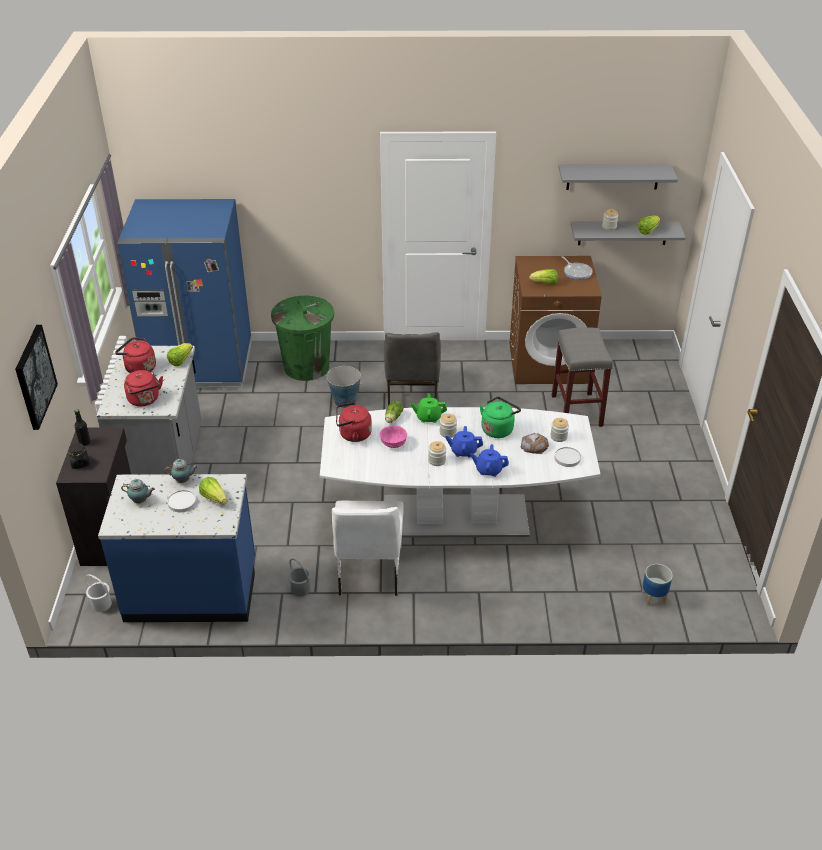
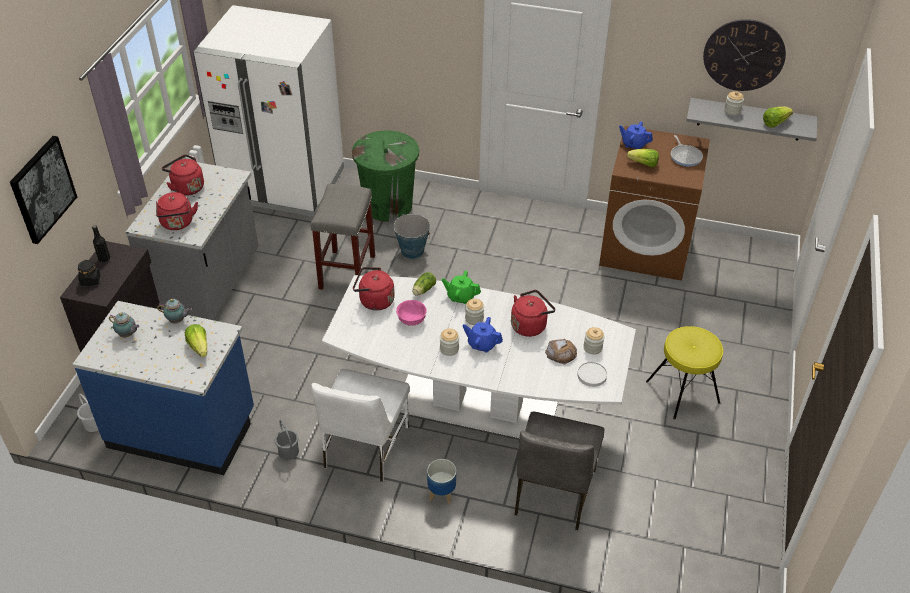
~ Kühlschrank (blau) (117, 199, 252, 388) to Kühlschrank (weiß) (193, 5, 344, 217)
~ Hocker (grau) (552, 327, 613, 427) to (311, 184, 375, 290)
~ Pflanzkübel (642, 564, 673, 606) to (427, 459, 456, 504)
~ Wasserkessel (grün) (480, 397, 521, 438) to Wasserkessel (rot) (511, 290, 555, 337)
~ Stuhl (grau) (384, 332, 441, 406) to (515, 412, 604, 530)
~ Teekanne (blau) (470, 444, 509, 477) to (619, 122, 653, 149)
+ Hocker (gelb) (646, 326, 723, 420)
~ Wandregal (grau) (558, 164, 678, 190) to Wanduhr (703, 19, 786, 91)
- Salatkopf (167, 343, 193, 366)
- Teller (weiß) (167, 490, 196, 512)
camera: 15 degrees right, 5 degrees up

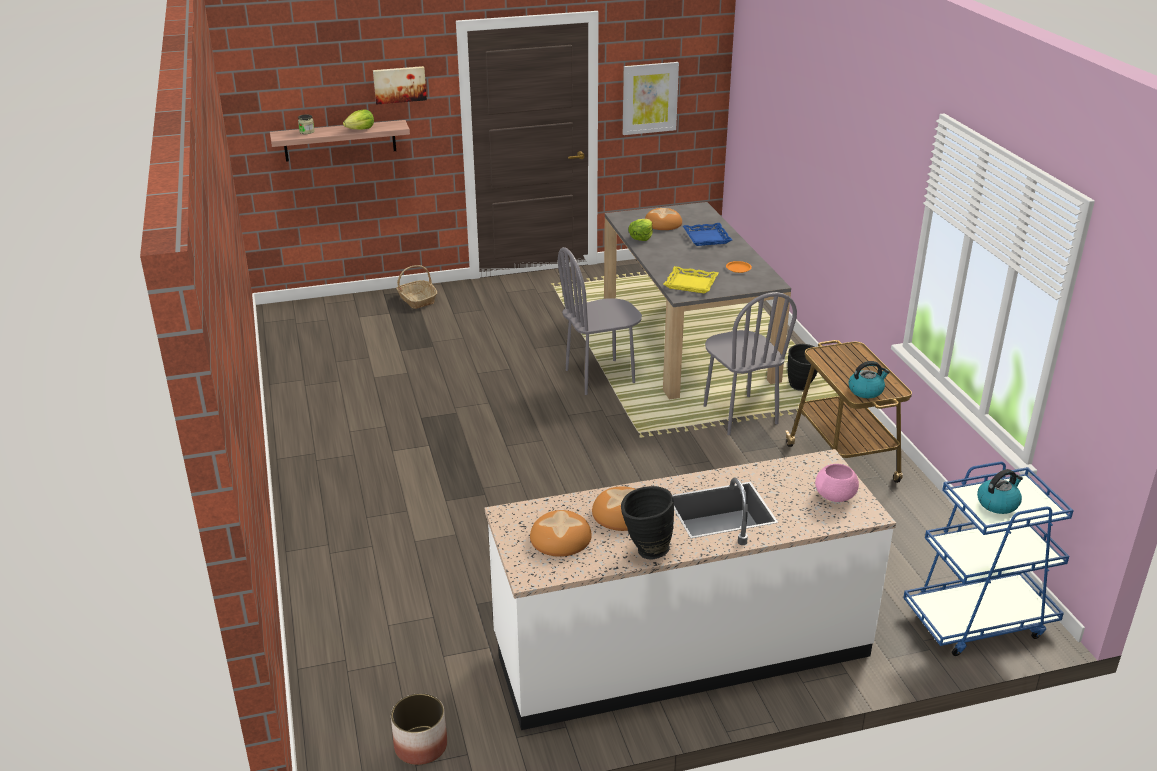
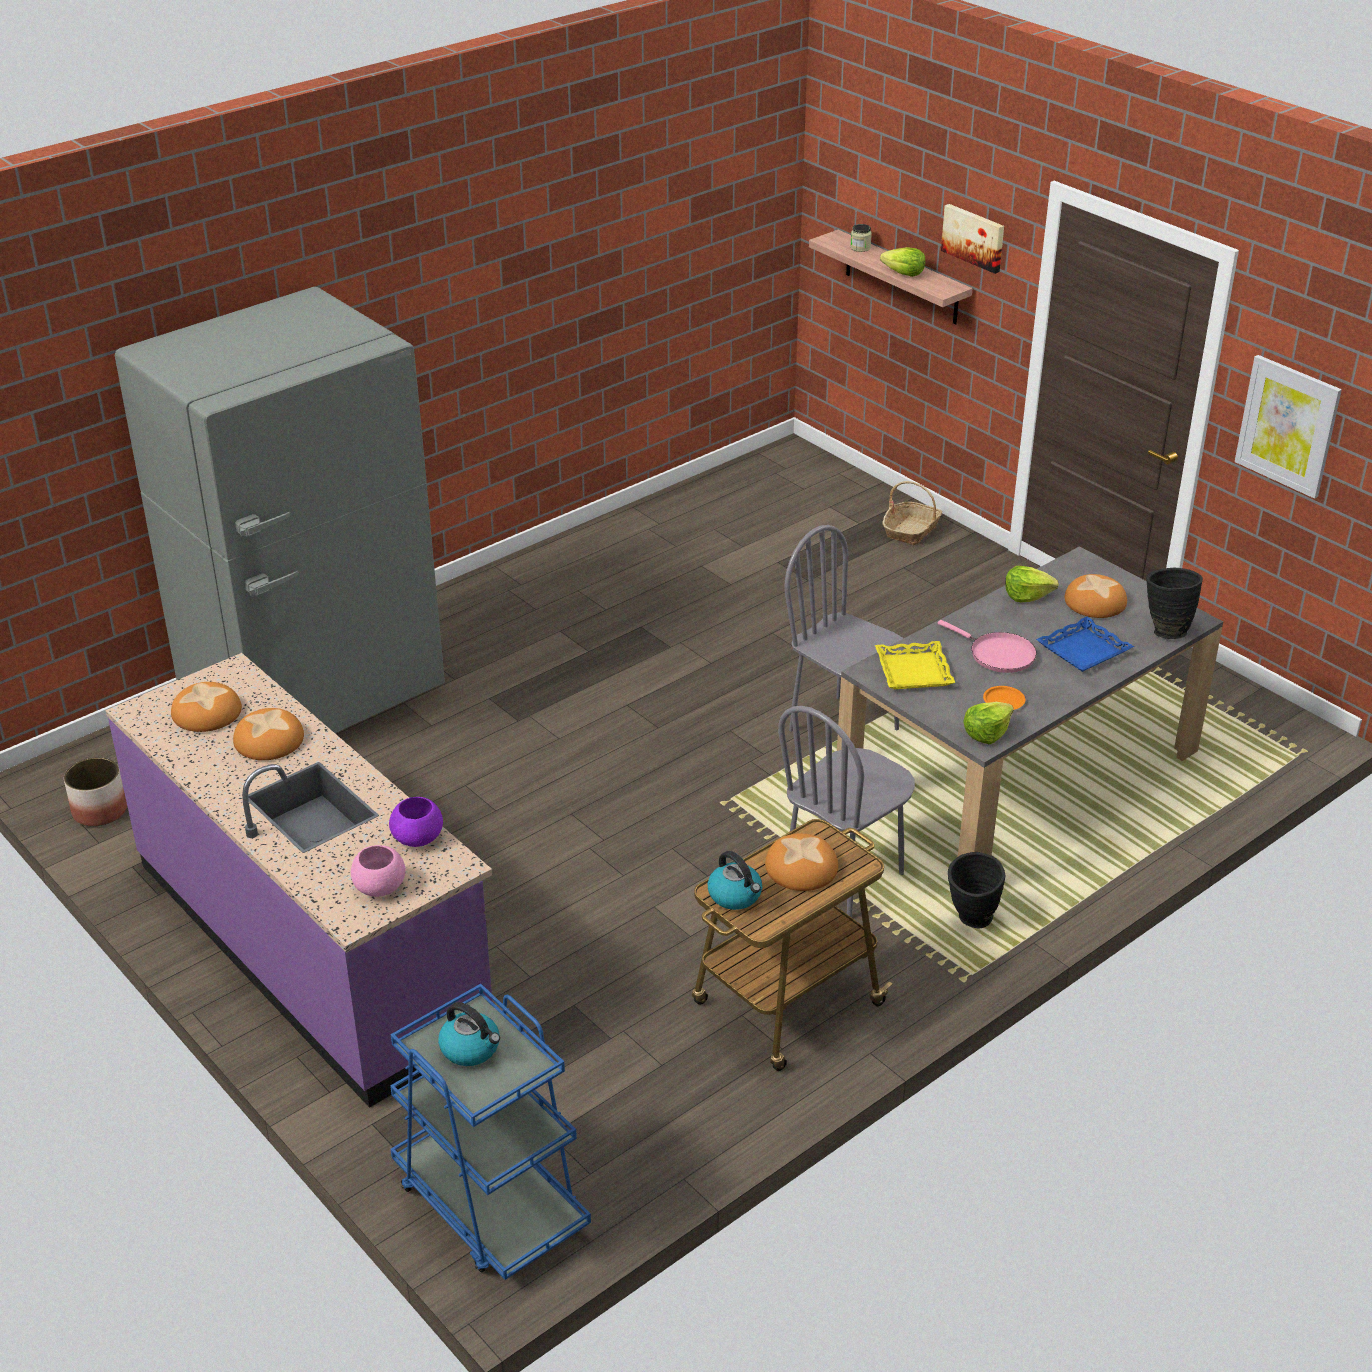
~ Küchenzeile (weiß) (485, 449, 896, 730) to Küchenzeile (lila) (106, 653, 493, 1108)
+ Kühlschrank (grau) (115, 287, 445, 733)
+ Schüssel (lila) (389, 797, 443, 847)
+ Brot (765, 833, 838, 891)
+ Pfanne (rosa) (938, 620, 1037, 673)
+ Salatkopf (963, 702, 1014, 744)
~ Vase (schwarz) (621, 486, 674, 559) to (1146, 568, 1203, 639)
camera: 65 degrees right, 5 degrees up

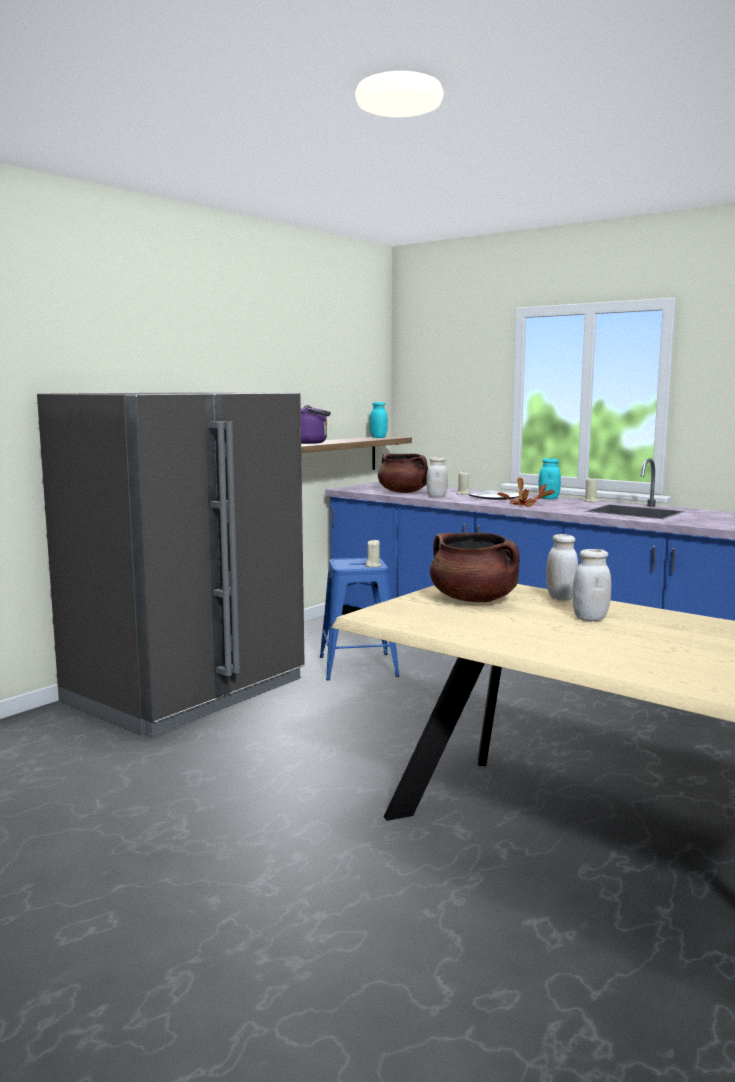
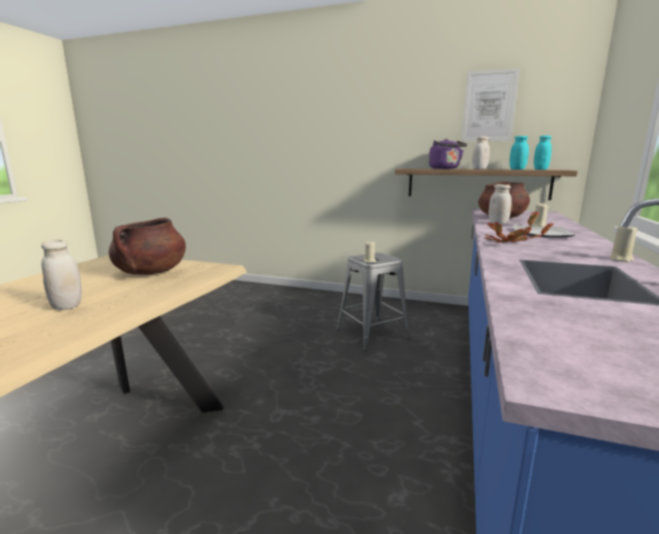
~ Hocker (blau) (320, 558, 400, 680) to Hocker (grau) (337, 252, 410, 351)
+ Bild (461, 68, 520, 142)
~ Vorratsglas (weiß) (546, 534, 578, 600) to (472, 136, 490, 169)
~ Vorratsglas (türkis) (539, 458, 561, 499) to (509, 136, 529, 170)
- Kühlschrank (grau) (37, 392, 305, 737)
camera: 70 degrees right, 5 degrees up

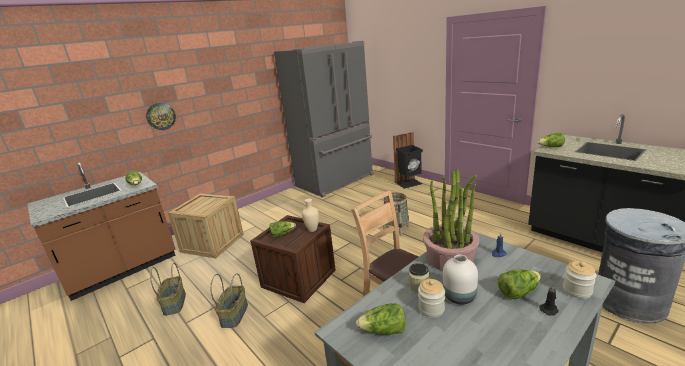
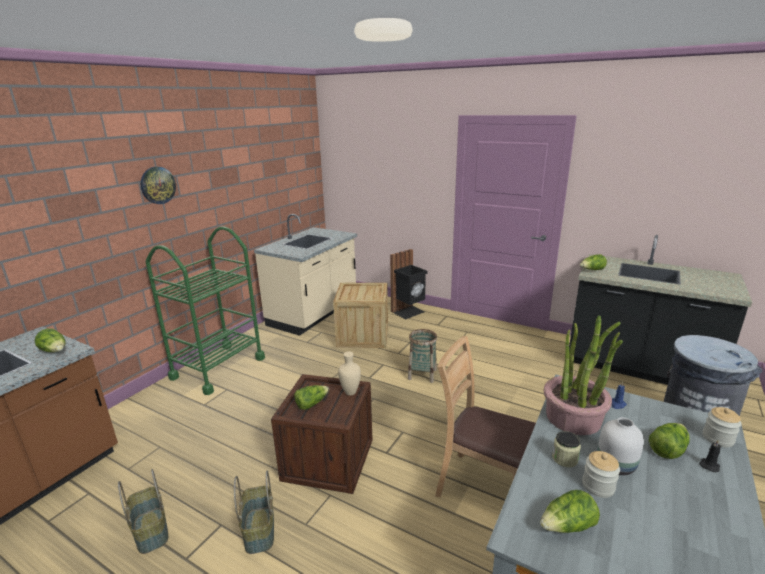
~ Wanduhr (146, 103, 176, 130) to (141, 167, 176, 204)
+ Rollwagen (grün) (146, 227, 265, 395)
~ Kühlschrank (grau) (274, 41, 374, 197) to Küchenzeile (beige) (254, 214, 357, 336)
~ Kiste (168, 193, 244, 258) to (333, 283, 388, 348)
camera: 20 degrees left, 0 degrees up

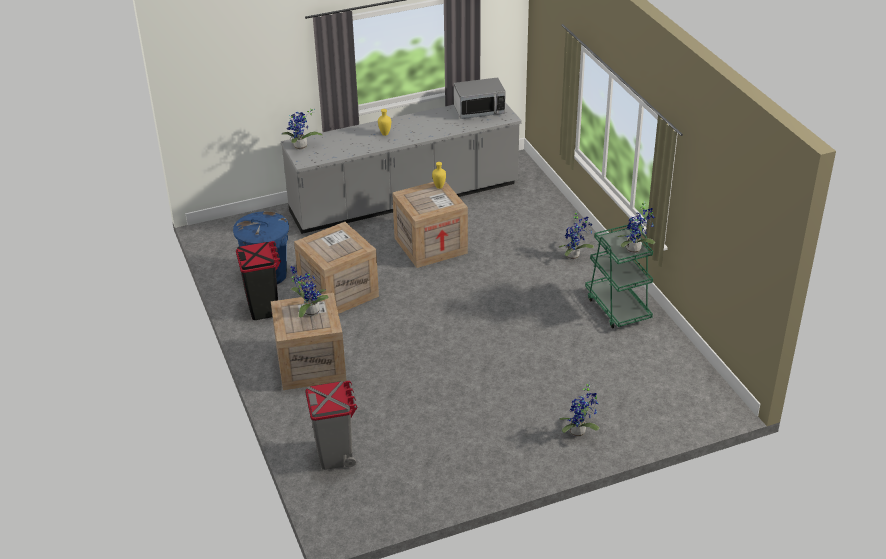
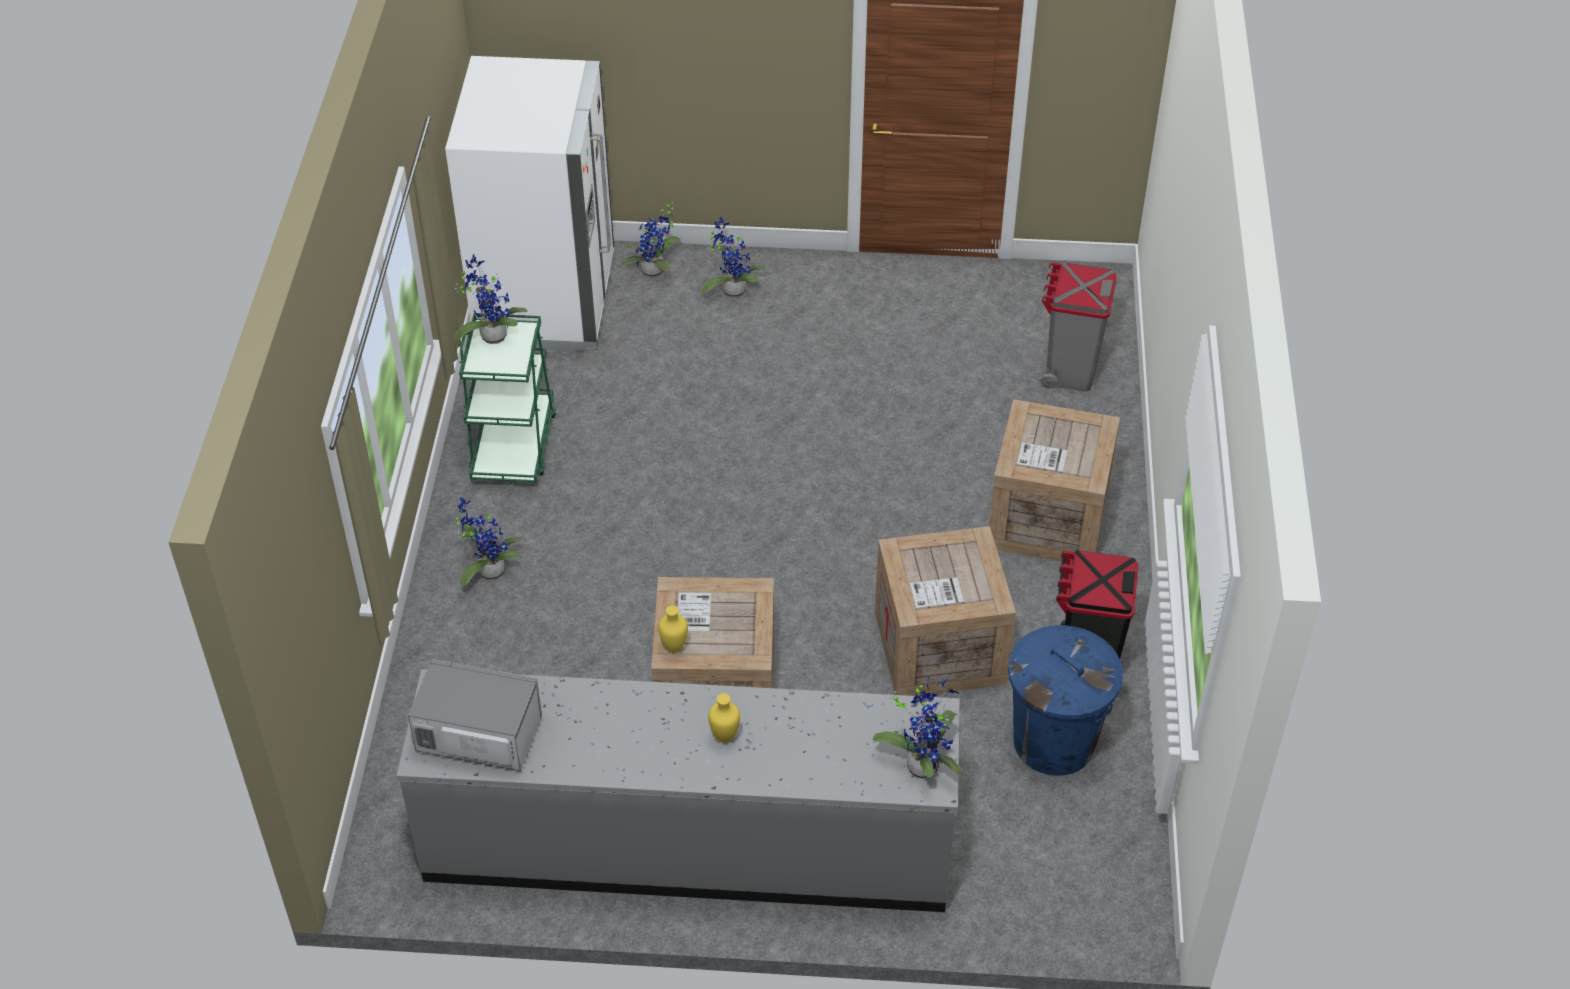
+ Kühlschrank (weiß) (445, 56, 614, 351)
~ Topfpflanze (291, 266, 329, 318) to (621, 202, 680, 277)
camera: 155 degrees left, 10 degrees up

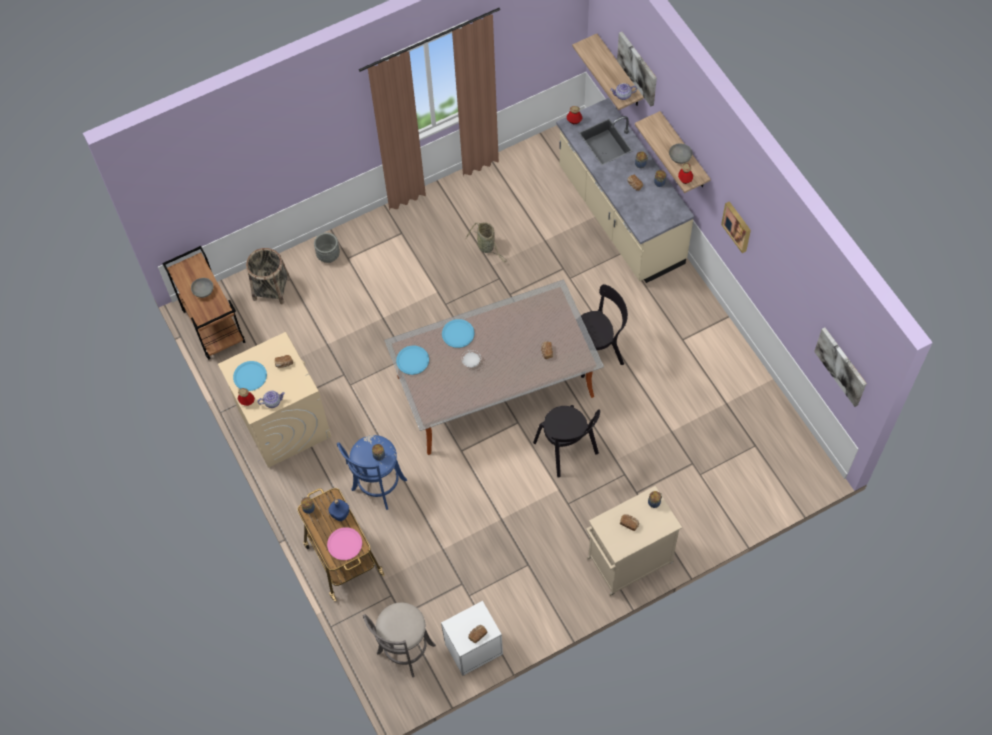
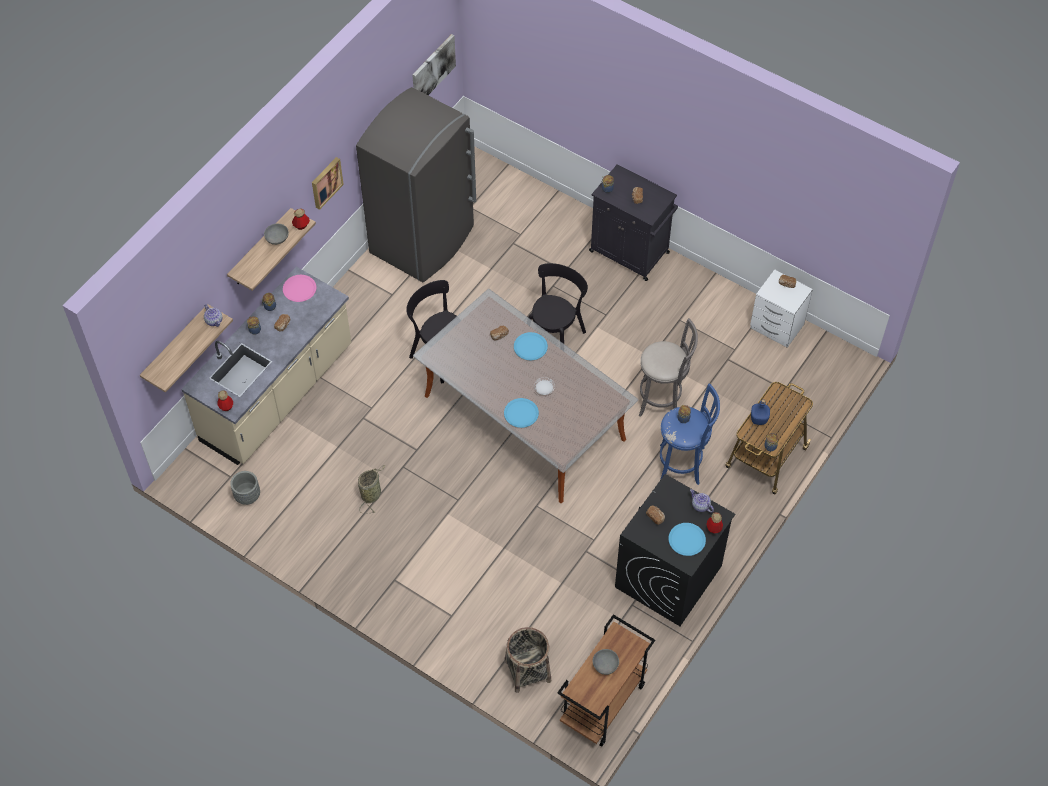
~ Pflanzkübel (grau) (314, 233, 340, 263) to (230, 471, 260, 505)
~ Teller (rosa) (327, 527, 362, 560) to (283, 275, 316, 302)
+ Kühlschrank (grau) (356, 87, 476, 282)
~ Teller (blau) (396, 346, 429, 375) to (514, 332, 548, 360)
~ Schrank (beige) (586, 486, 682, 596) to Schrank (schwarz) (589, 164, 678, 281)
~ Waschmaschine (beige) (218, 332, 331, 468) to Waschmaschine (schwarz) (615, 474, 735, 626)
~ Hocker (grau) (363, 602, 436, 677) to (639, 318, 698, 417)
- Bild (617, 32, 657, 107)
camera: 120 degrees left, 5 degrees down

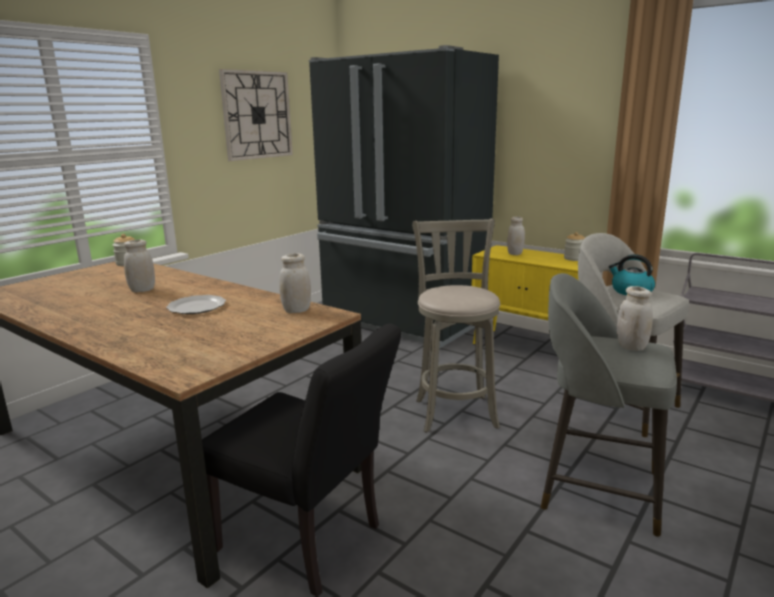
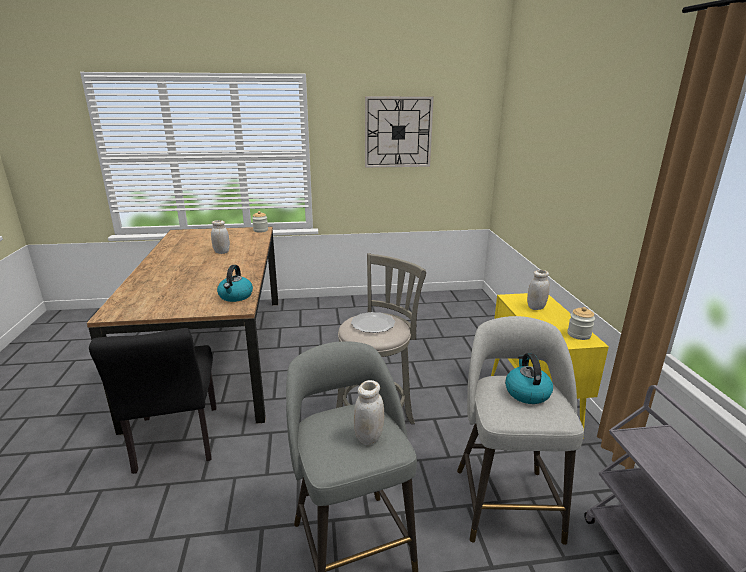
~ Vorratsglas (weiß) (279, 253, 311, 313) to Wasserkessel (217, 265, 253, 302)
~ Teller (166, 295, 226, 314) to (351, 312, 395, 333)
- Kühlschrank (schwarz) (309, 45, 499, 349)
camera: 45 degrees right, 5 degrees up

